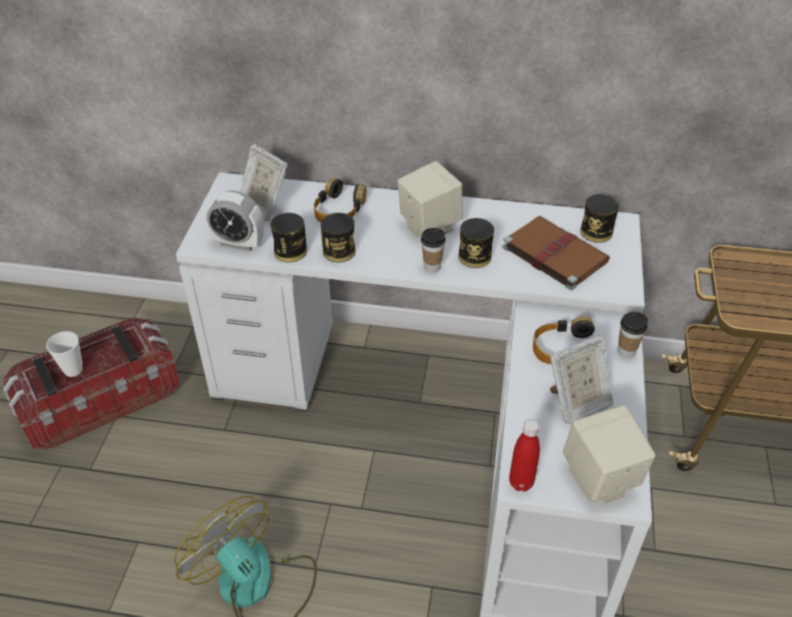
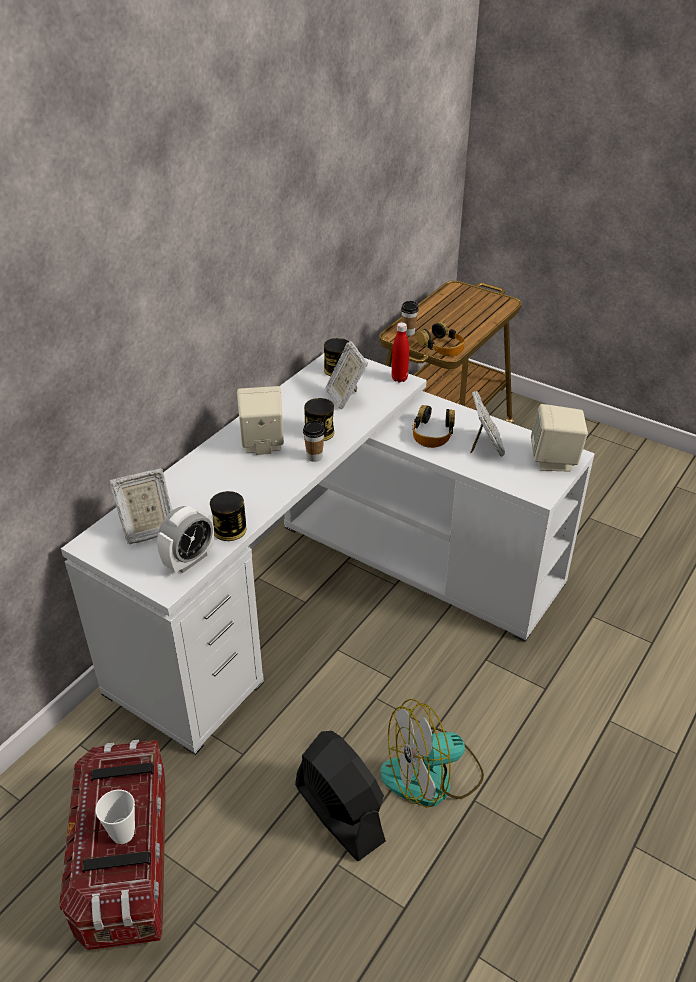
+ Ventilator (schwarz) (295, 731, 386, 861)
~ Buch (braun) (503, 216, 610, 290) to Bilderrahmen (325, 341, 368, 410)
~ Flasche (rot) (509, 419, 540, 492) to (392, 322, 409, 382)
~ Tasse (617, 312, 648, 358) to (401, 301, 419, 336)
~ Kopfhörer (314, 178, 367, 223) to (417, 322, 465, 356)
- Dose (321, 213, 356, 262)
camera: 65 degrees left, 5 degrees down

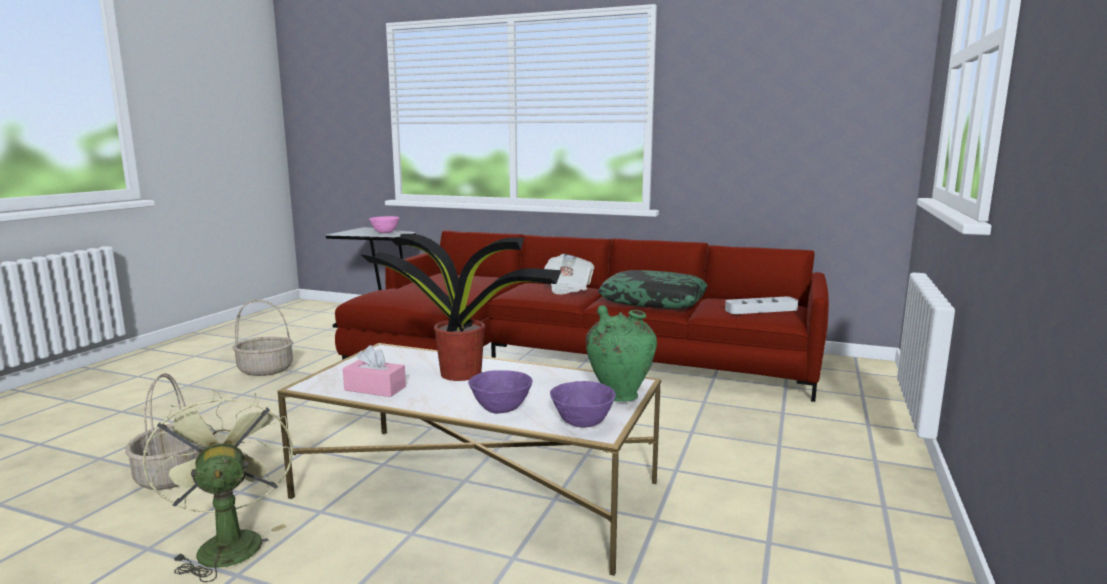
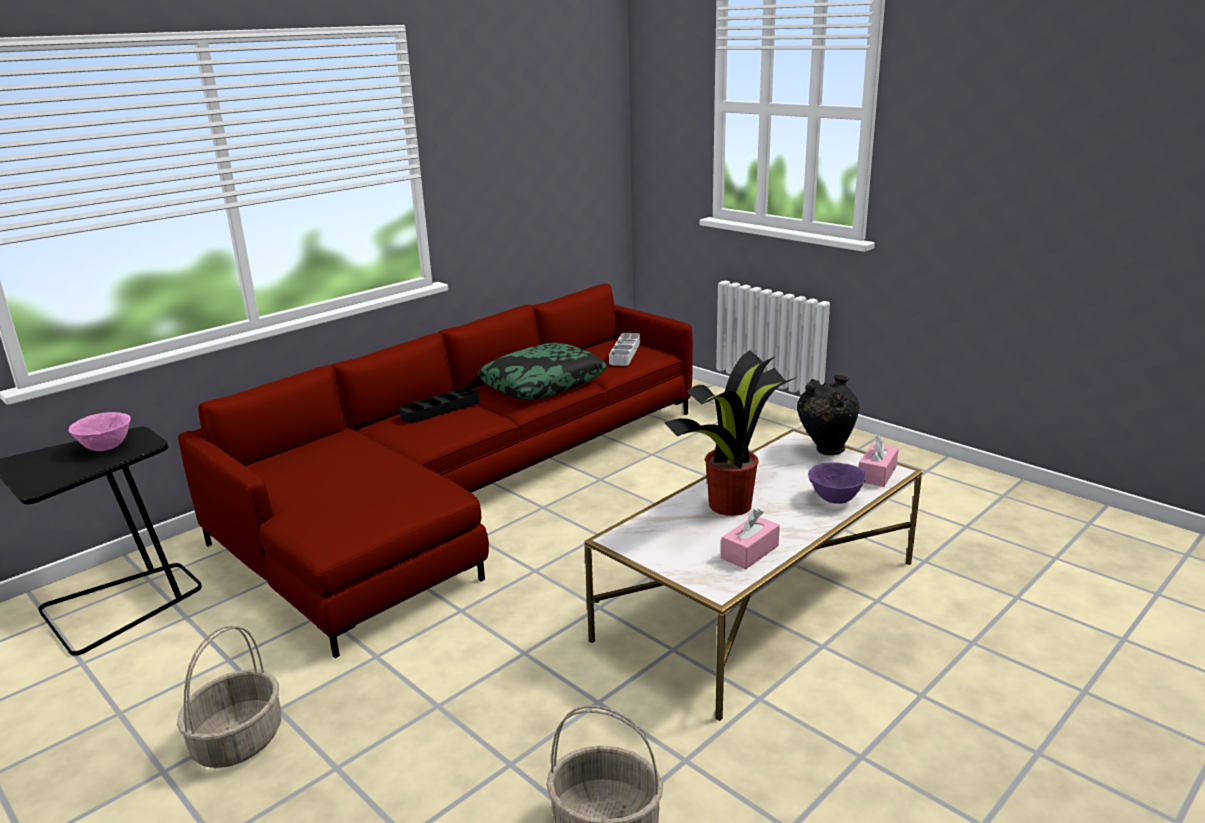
~ Zeitung (544, 254, 595, 294) to Tablett (schwarz) (400, 387, 480, 423)
~ Vase (grün) (586, 305, 657, 402) to Vase (schwarz) (797, 375, 860, 455)
~ Schüssel (lila) (550, 381, 616, 428) to Taschentuchbox (rosa) (859, 435, 899, 487)
- Ventilator (grün) (143, 389, 293, 582)
camera: 65 degrees left, 10 degrees up

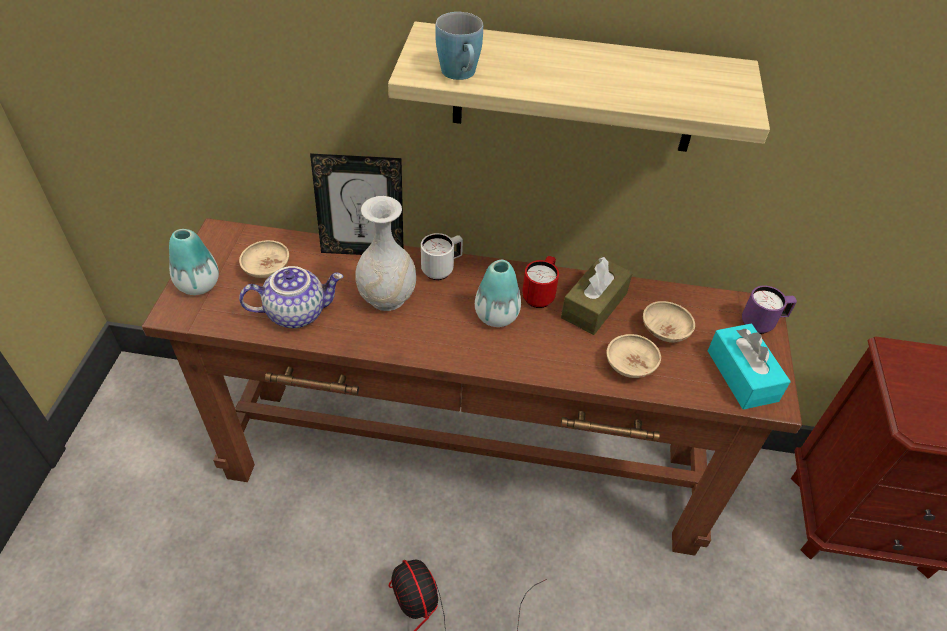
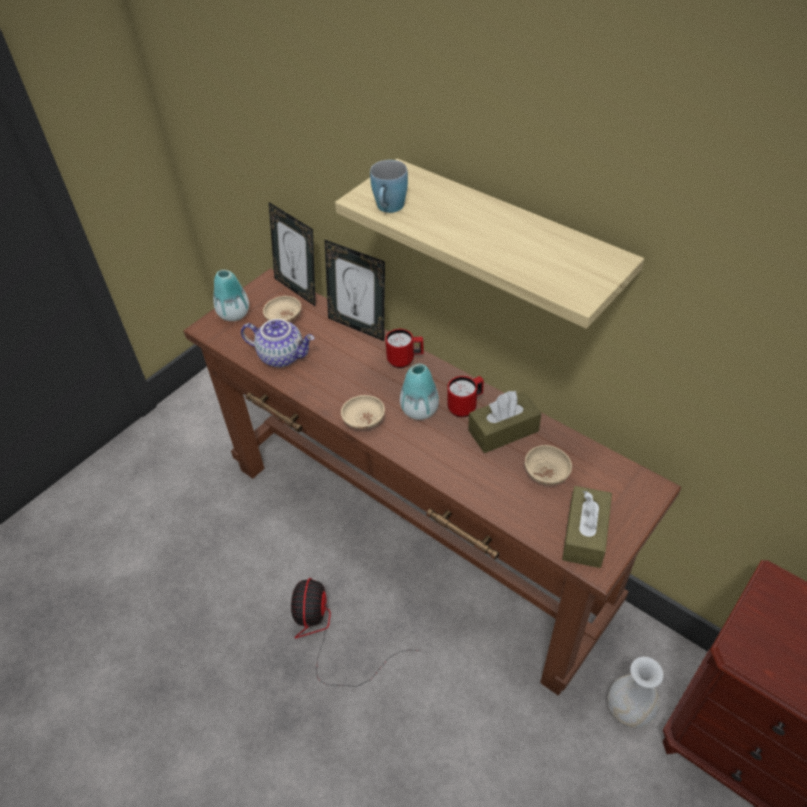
+ Bilderrahmen (269, 202, 316, 307)
~ Schüssel (beige) (606, 334, 661, 378) to (341, 395, 385, 429)
~ Henkelbecher (weiß) (421, 233, 463, 280) to Henkelbecher (rot) (385, 329, 424, 368)
~ Taschentuchbox (türkis) (708, 324, 791, 410) to Taschentuchbox (braun) (562, 486, 612, 568)
~ Vase (weiß) (355, 196, 416, 311) to (608, 657, 664, 728)
- Henkelbecher (lila) (742, 286, 797, 334)
camera: 35 degrees right, 0 degrees up

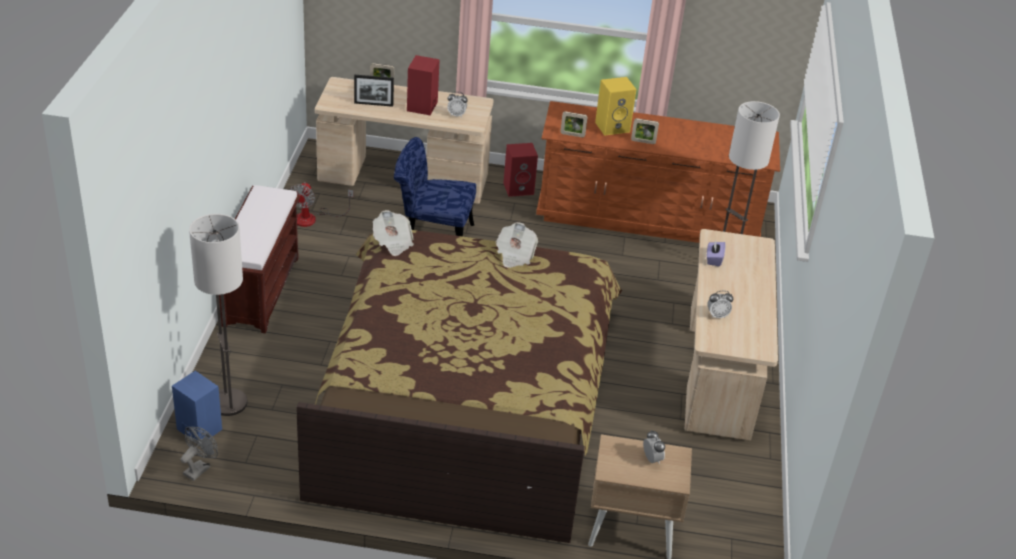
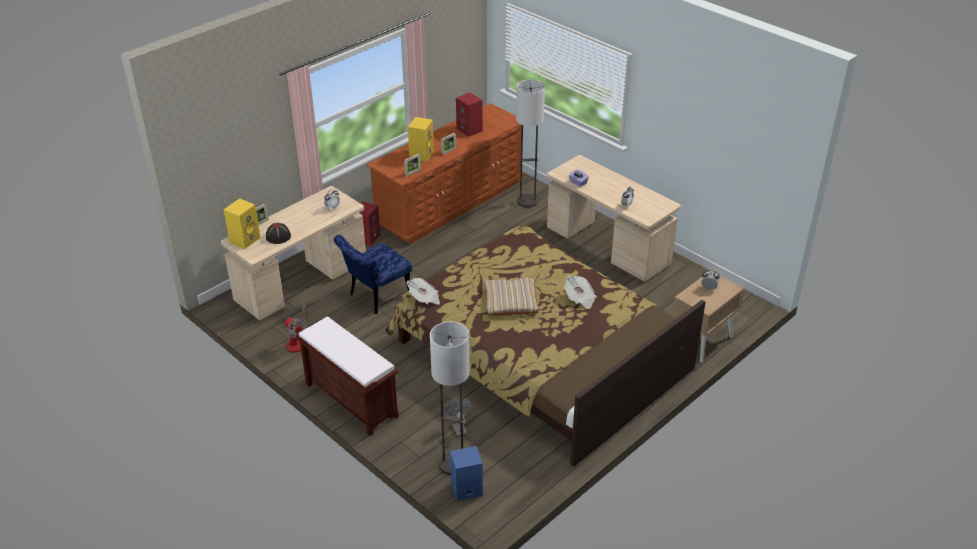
+ Lautsprecher (gelb) (224, 198, 261, 249)
~ Bilderrahmen (354, 75, 394, 107) to Hut (schwarz) (266, 223, 291, 244)
~ Ventilator (grau) (181, 427, 218, 481) to (443, 398, 472, 437)
~ Lautsprecher (rot) (407, 55, 440, 115) to (456, 92, 483, 137)
+ Kissen (beige) (484, 278, 539, 316)
~ Zeitung (496, 222, 538, 268) to (564, 276, 597, 309)
camera: 50 degrees left, 0 degrees up

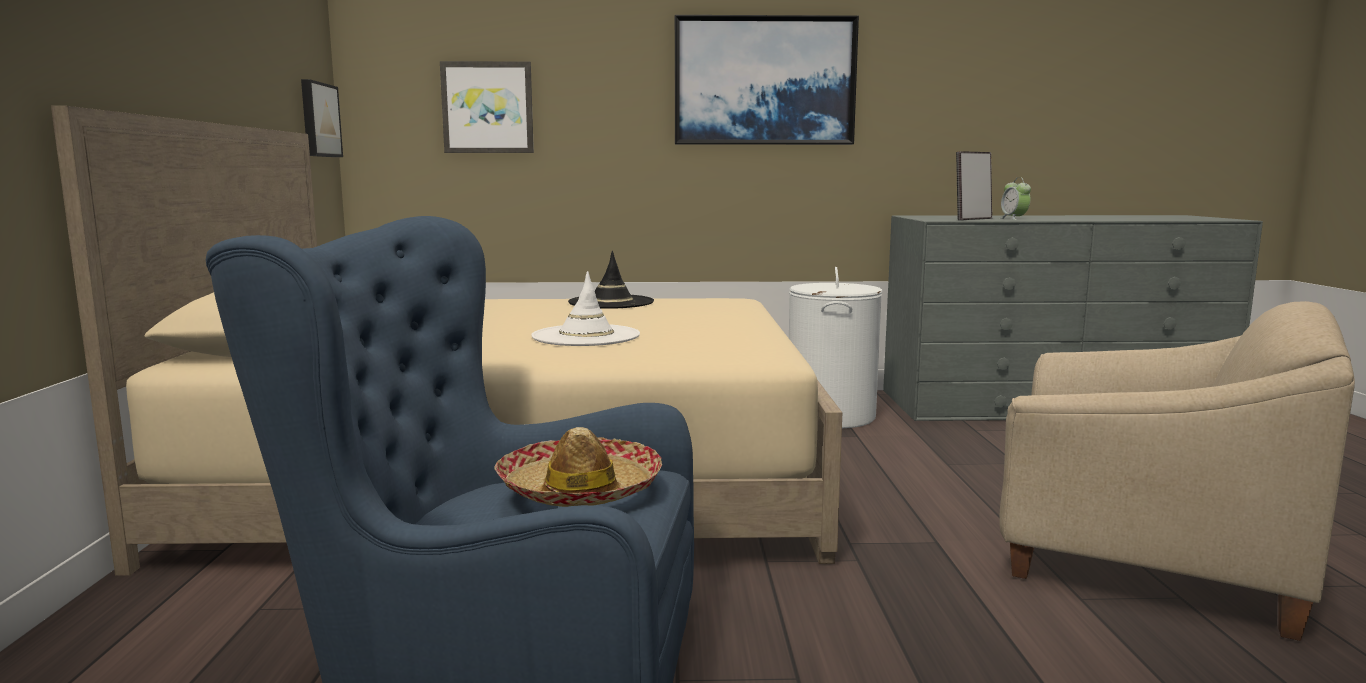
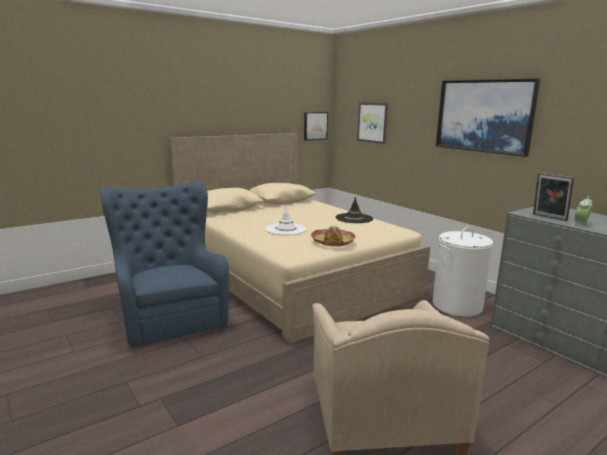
~ Hut (494, 427, 662, 507) to (311, 226, 356, 247)
~ Bilderrahmen (956, 151, 992, 220) = (533, 173, 574, 221) 150 degrees counterclockwise
camera: 55 degrees right, 5 degrees up

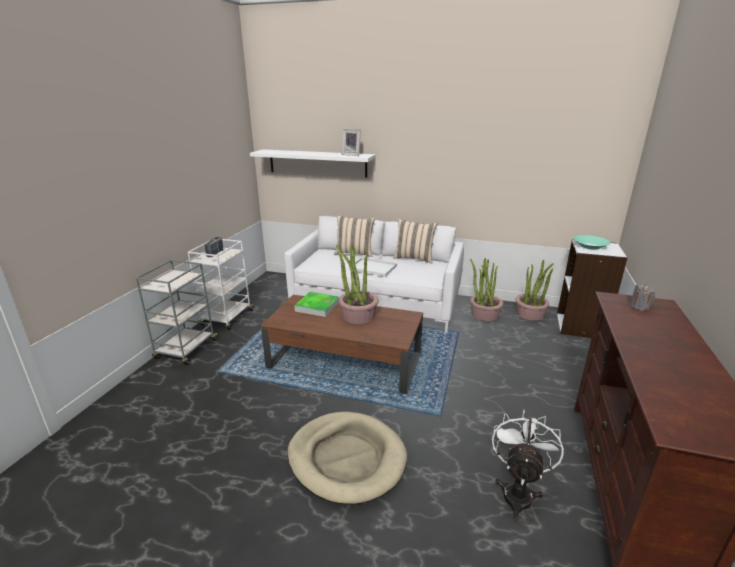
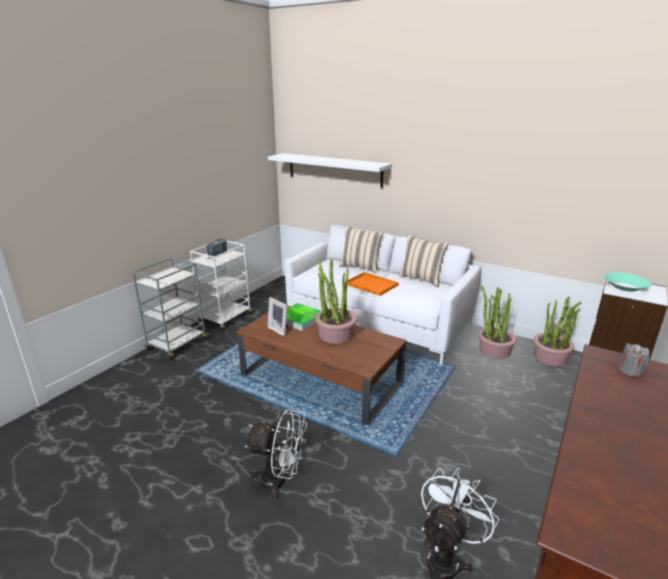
~ Hundebett (beige) (287, 412, 407, 505) to Ventilator (weiß) (245, 409, 307, 500)
~ Bilderrahmen (341, 129, 361, 156) to (267, 297, 288, 336)
~ Tablett (weiß) (348, 257, 397, 277) to Tablett (orange) (347, 272, 399, 296)
camera: 15 degrees right, 0 degrees up

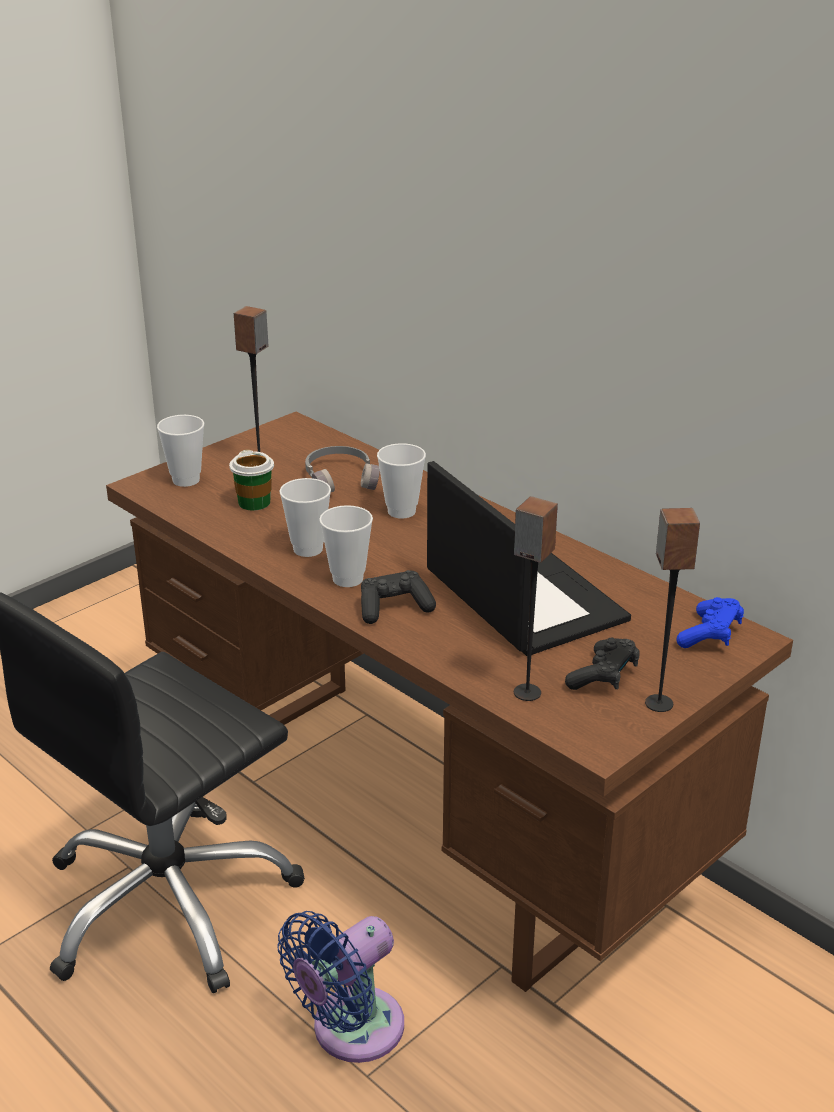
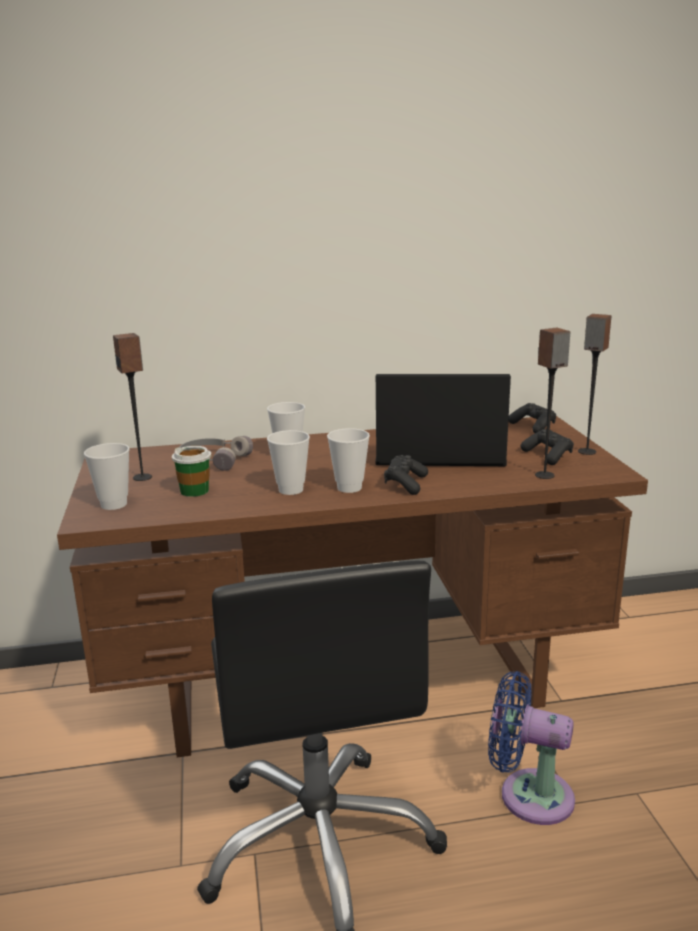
~ Ventilator (blau) (277, 911, 404, 1063) = (488, 671, 575, 825) 120 degrees clockwise
~ Gamepad (blau) (676, 597, 744, 648) to Gamepad (schwarz) (508, 403, 556, 433)
camera: 55 degrees left, 10 degrees down

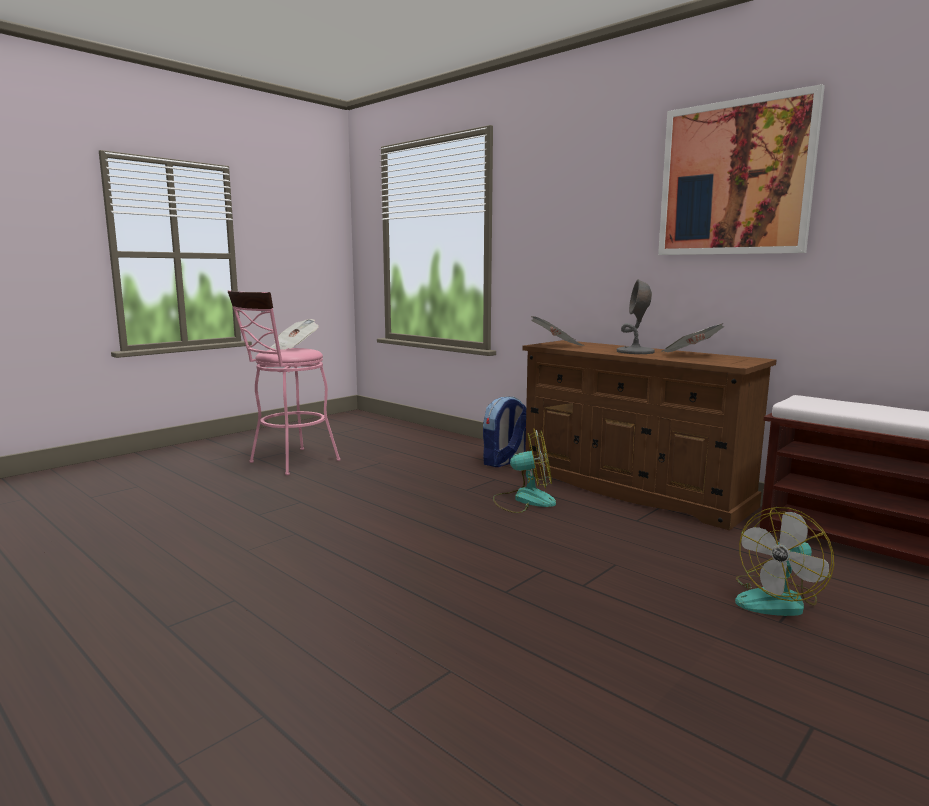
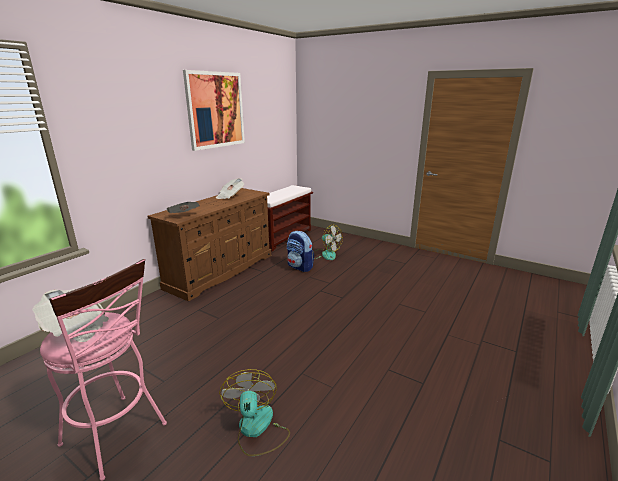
~ Ventilator (493, 428, 556, 513) to (219, 369, 290, 456)
~ Rucksack (483, 396, 526, 467) to (287, 231, 314, 272)
- Tischlampe (grau) (617, 279, 655, 354)
camera: 100 degrees left, 10 degrees up

